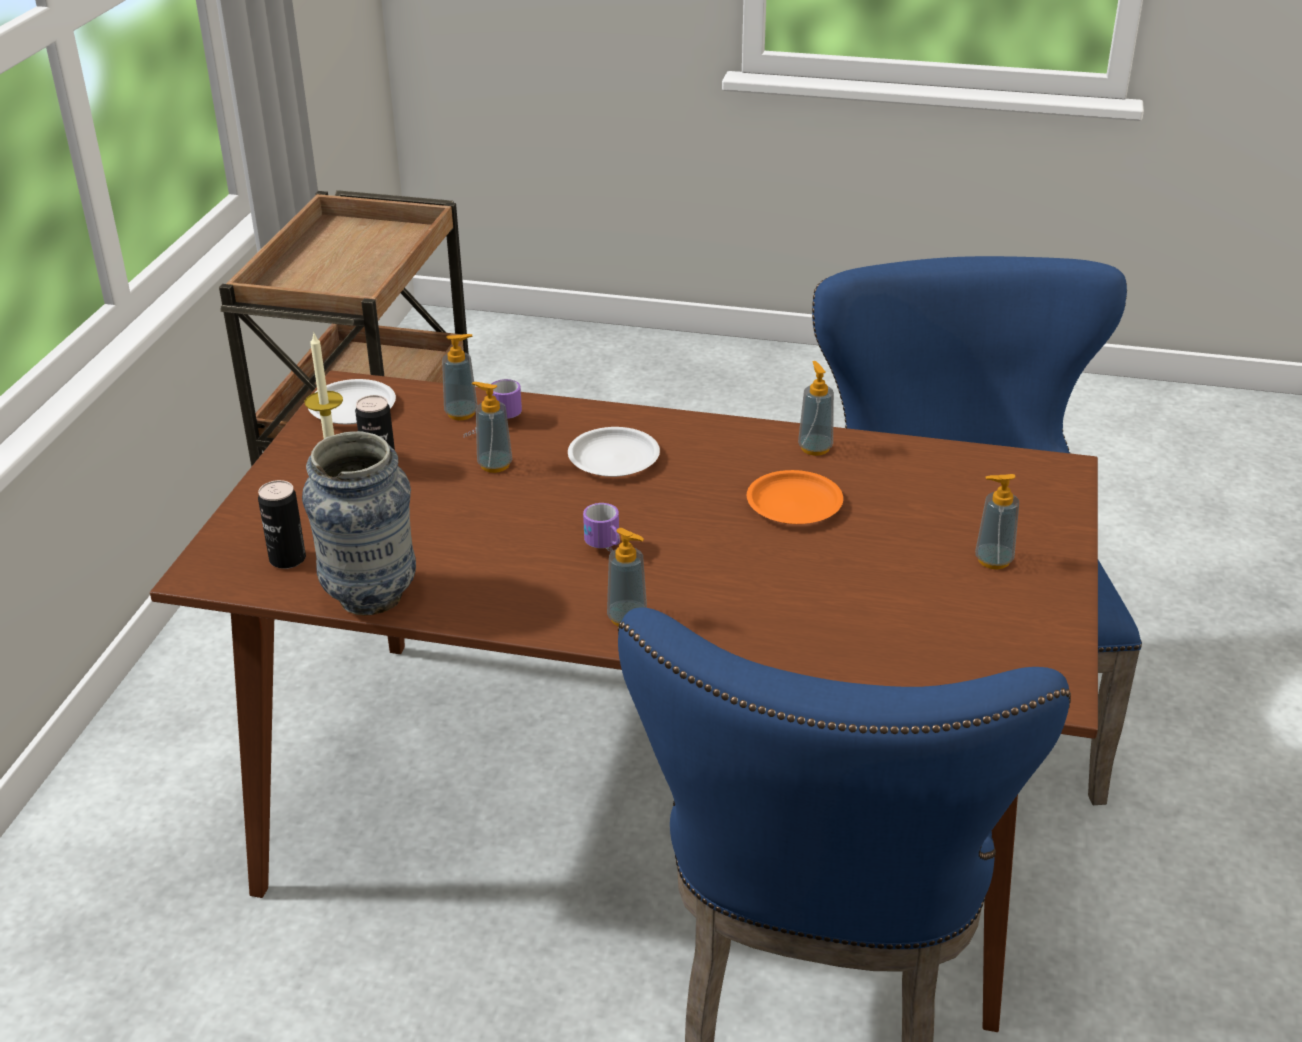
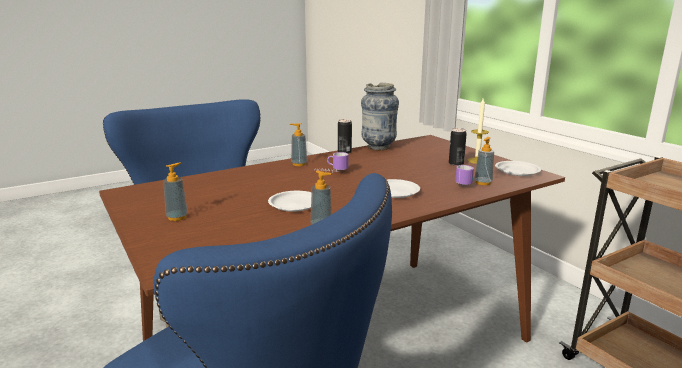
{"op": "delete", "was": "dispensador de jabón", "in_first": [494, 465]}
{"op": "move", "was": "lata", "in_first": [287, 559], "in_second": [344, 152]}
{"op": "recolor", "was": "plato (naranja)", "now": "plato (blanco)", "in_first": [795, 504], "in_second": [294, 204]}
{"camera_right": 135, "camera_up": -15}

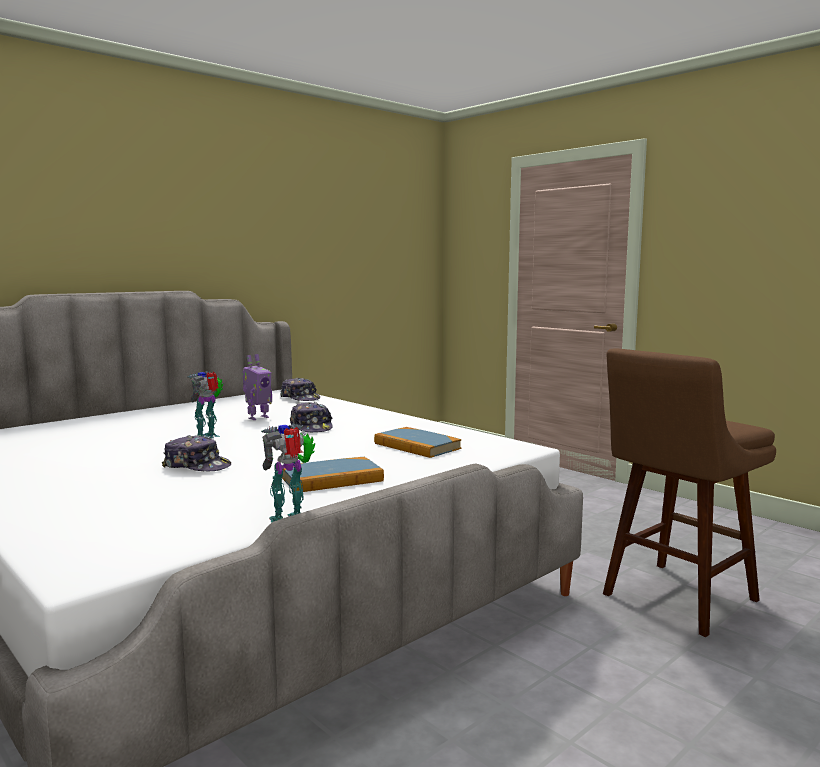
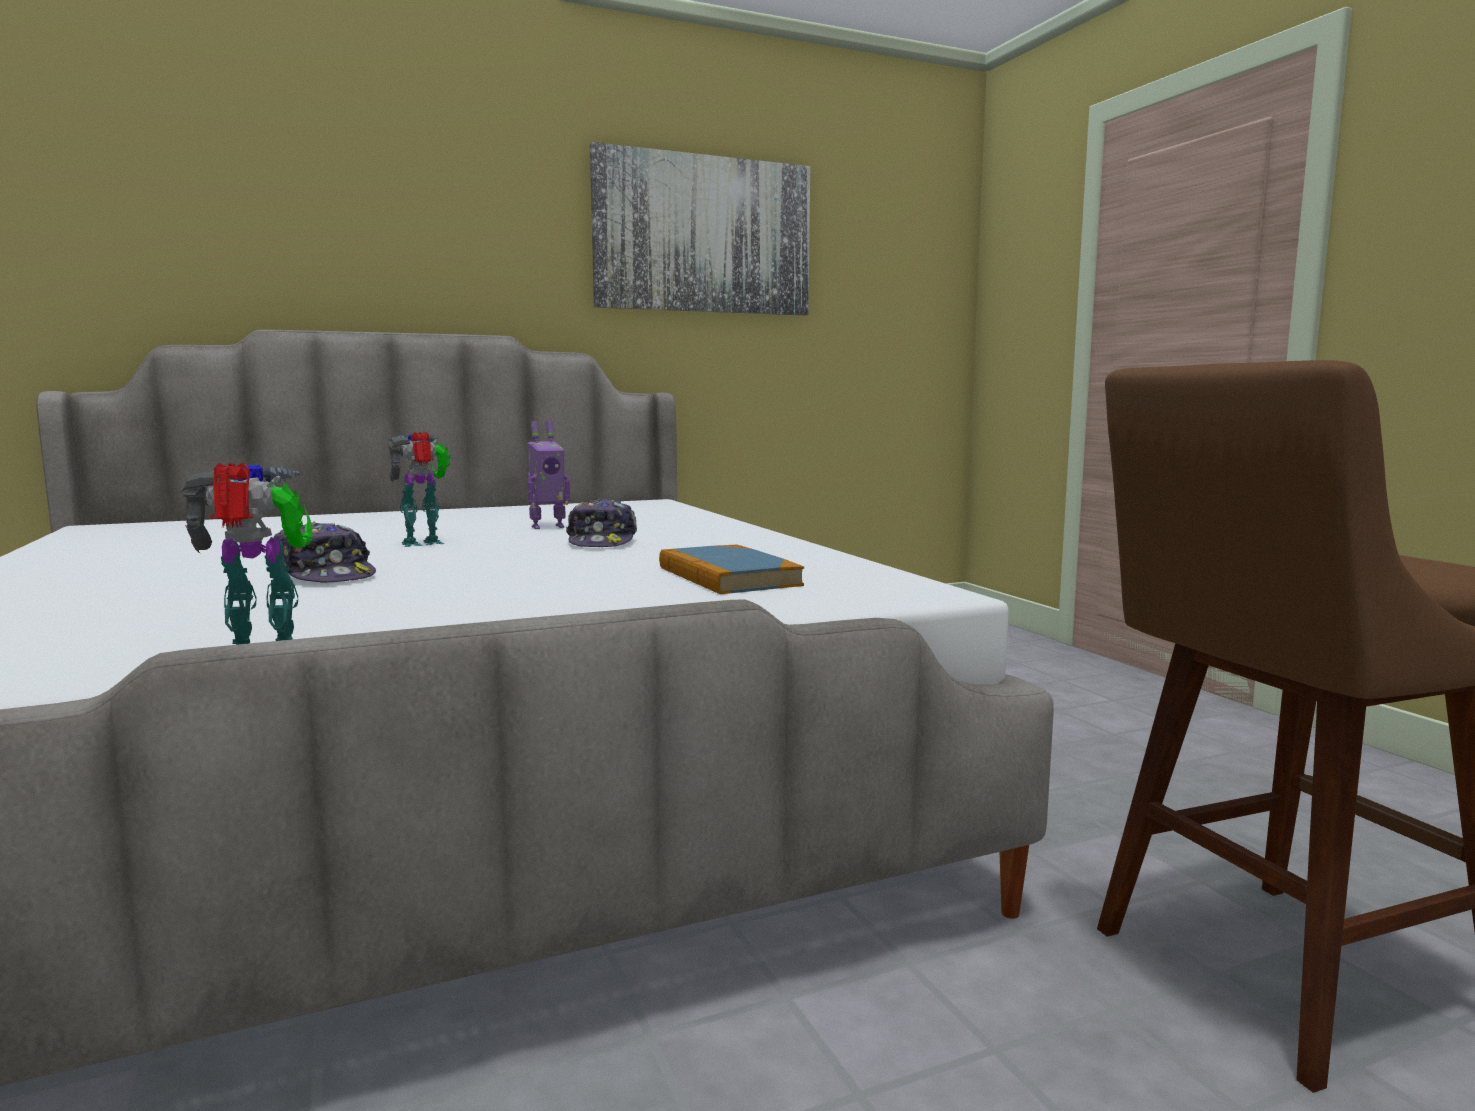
{"op": "delete", "was": "gorra", "in_first": [300, 398]}
{"op": "delete", "was": "libro", "in_first": [332, 479]}
{"op": "insert", "now": "cuadro", "in_second": [703, 235]}
{"camera_right": 20, "camera_up": 0}

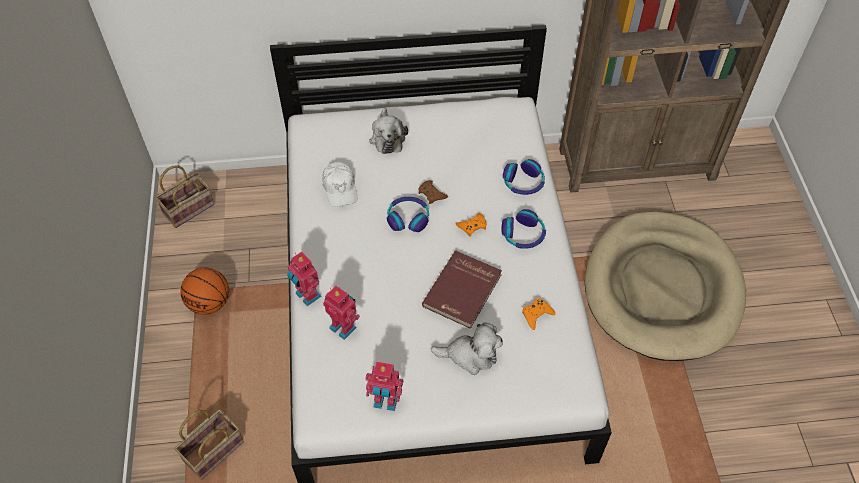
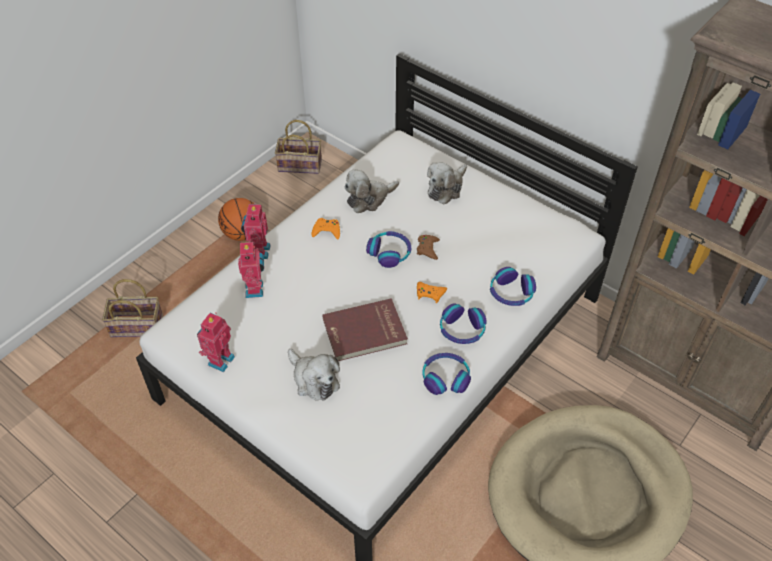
{"op": "insert", "now": "auriculares", "in_second": [445, 378]}
{"op": "move", "was": "mando de consola (naranja)", "in_first": [536, 314], "in_second": [327, 231]}
{"op": "replace", "was": "gorra (blanco)", "now": "peluche", "in_first": [340, 188], "in_second": [369, 199]}
{"op": "rotate", "was": "robot de juguete", "in_first": [385, 402], "in_second": [219, 360], "clockwise": 60}
{"camera_right": 45, "camera_up": -5}

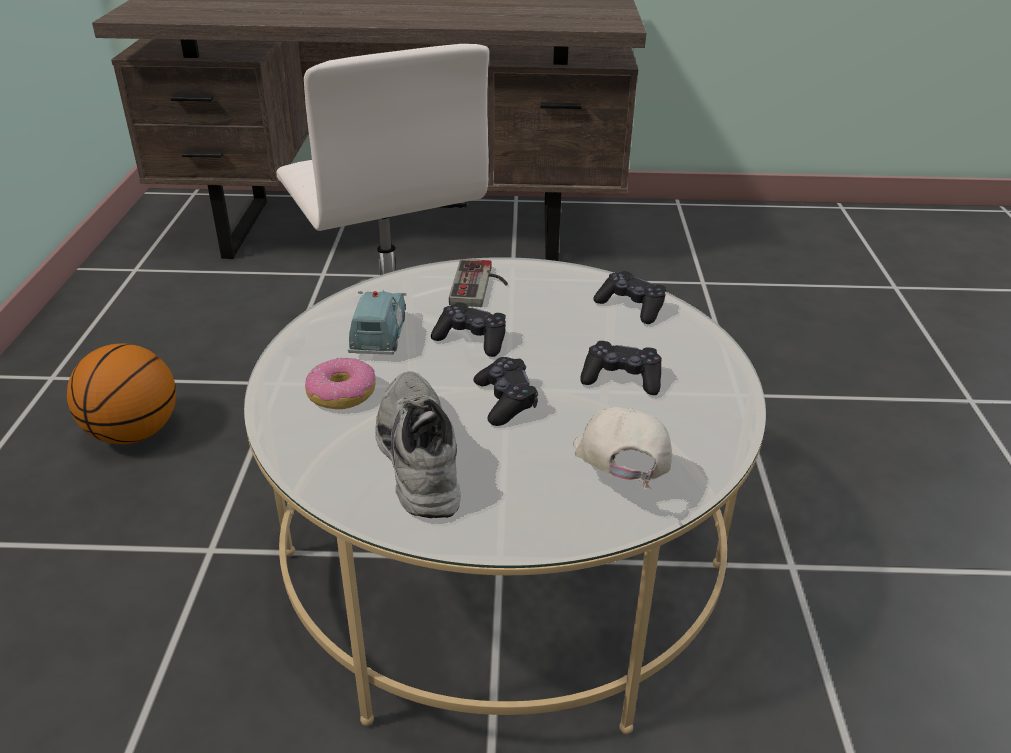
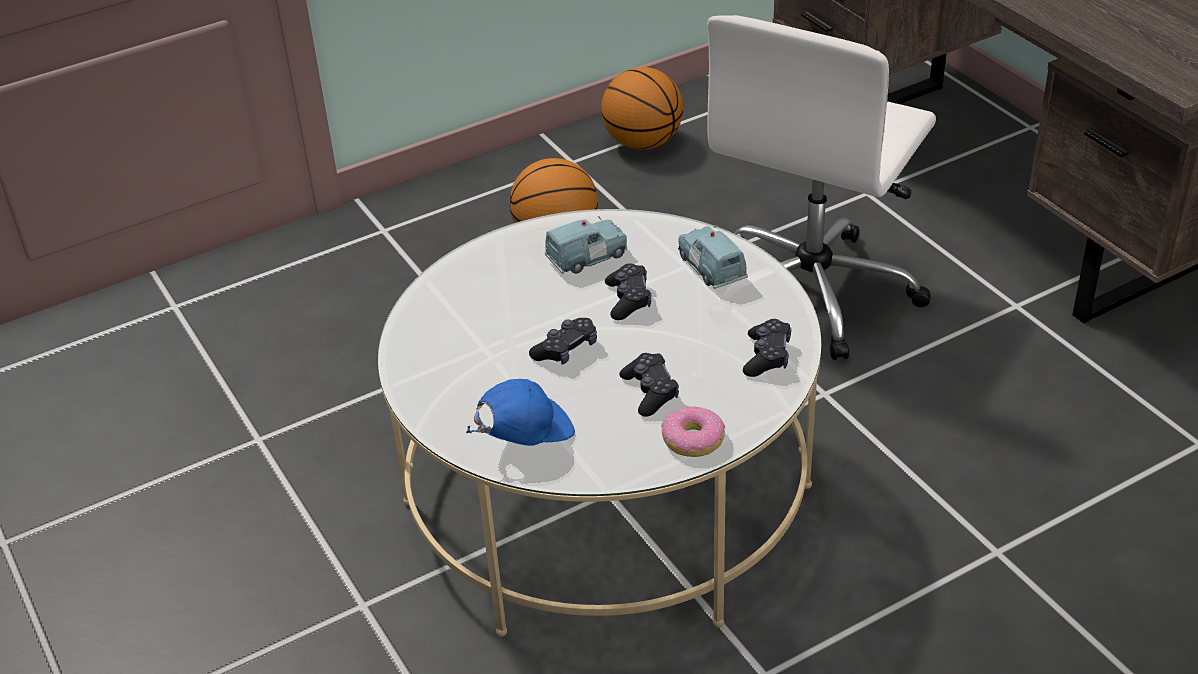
{"op": "delete", "was": "zapato (gris)", "in_first": [415, 456]}
{"op": "insert", "now": "balón de baloncesto", "in_second": [643, 142]}
{"op": "move", "was": "rosquilla", "in_first": [342, 393], "in_second": [693, 440]}
{"op": "replace", "was": "mando de consola", "now": "coche de juguete (azul)", "in_first": [480, 286], "in_second": [711, 268]}
{"op": "recolor", "was": "gorra (blanco)", "now": "gorra (azul)", "in_first": [618, 479], "in_second": [524, 436]}
{"camera_right": 60, "camera_up": 5}

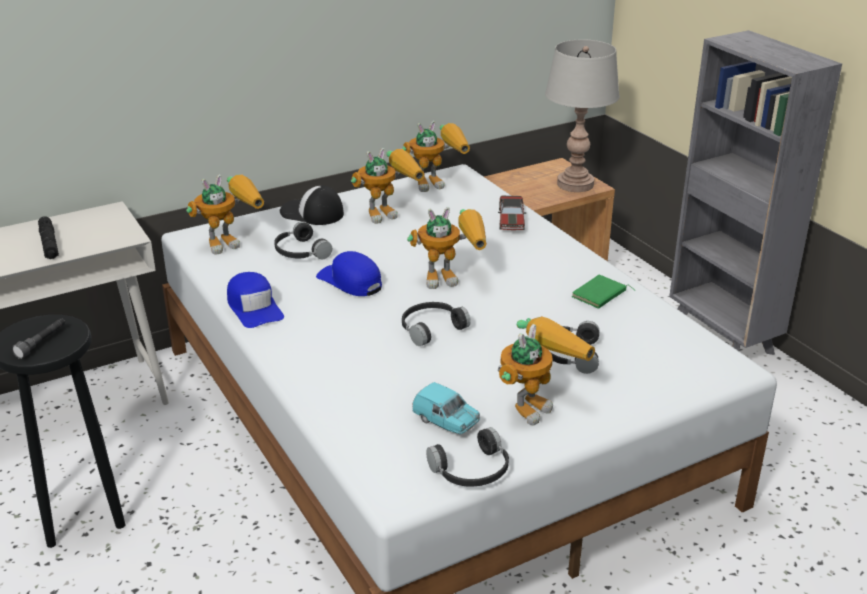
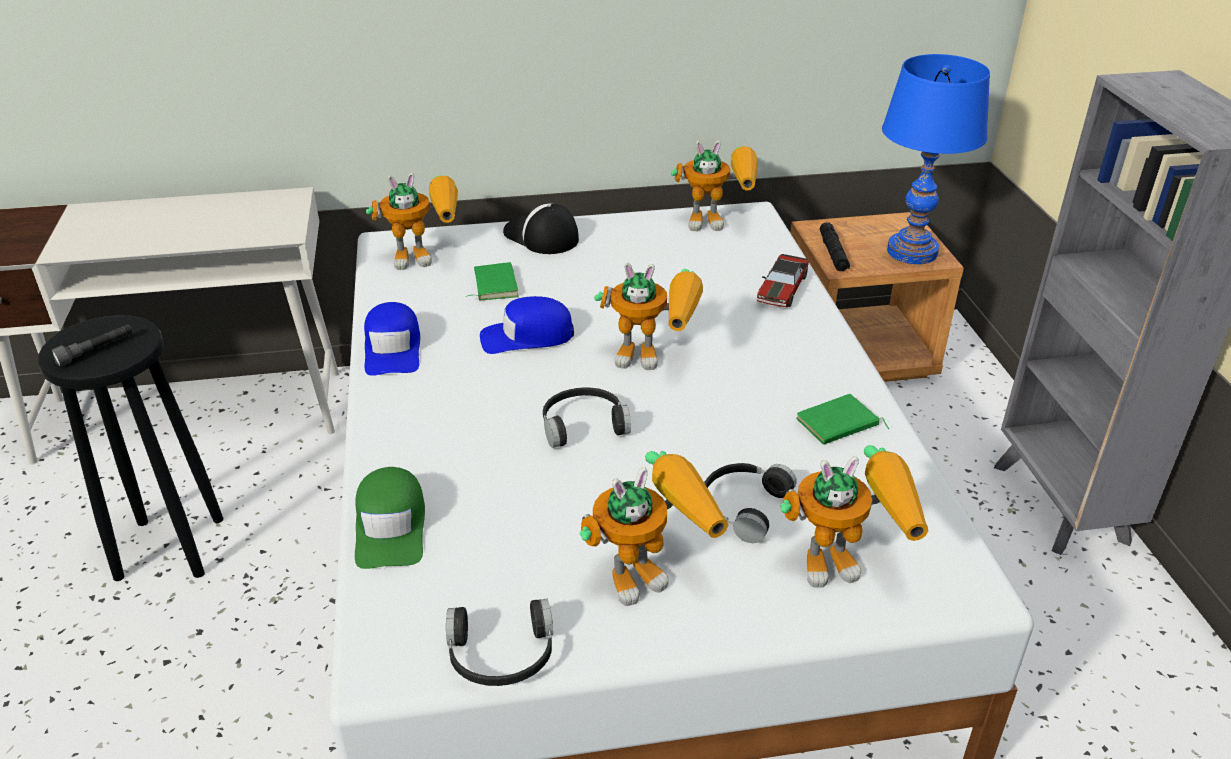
{"op": "delete", "was": "coche de juguete (turquesa)", "in_first": [446, 422]}
{"op": "insert", "now": "gorra (verde)", "in_second": [391, 527]}
{"op": "move", "was": "linterna (negro)", "in_first": [49, 244], "in_second": [833, 253]}
{"op": "move", "was": "robot de juguete", "in_first": [389, 212], "in_second": [847, 560]}
{"op": "replace", "was": "auriculares (negro)", "now": "libro (verde)", "in_first": [299, 252], "in_second": [493, 285]}
{"op": "recolor", "was": "lámpara de mesa (gris)", "now": "lámpara de mesa (azul)", "in_first": [575, 184], "in_second": [911, 252]}
{"op": "rotate", "was": "gorra (azul)", "in_first": [350, 281], "in_second": [526, 336], "clockwise": -75}
{"camera_right": 20, "camera_up": 5}

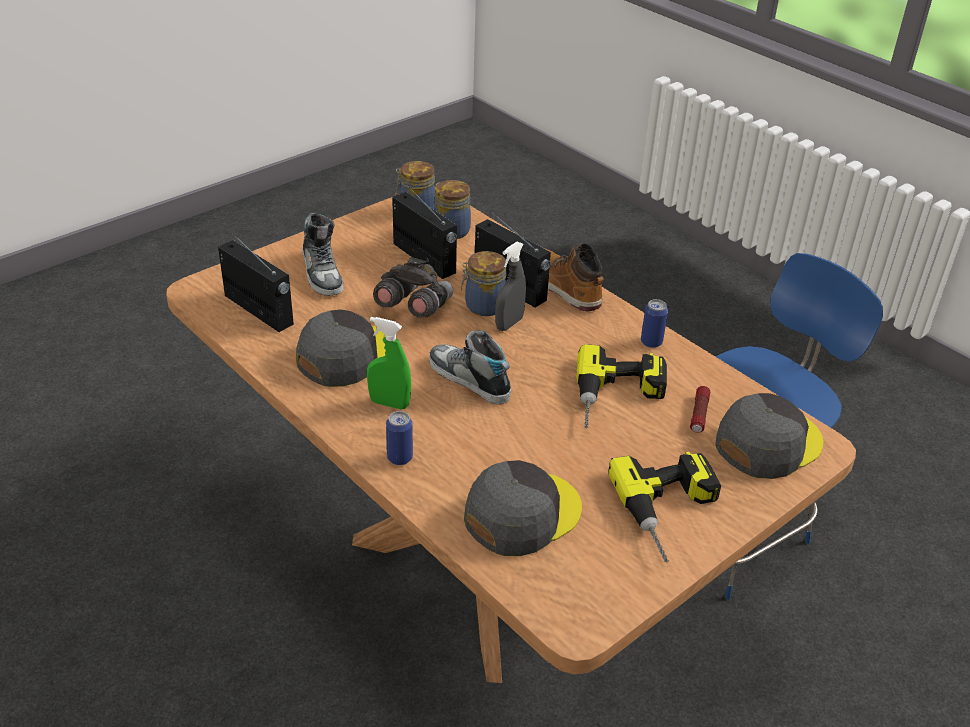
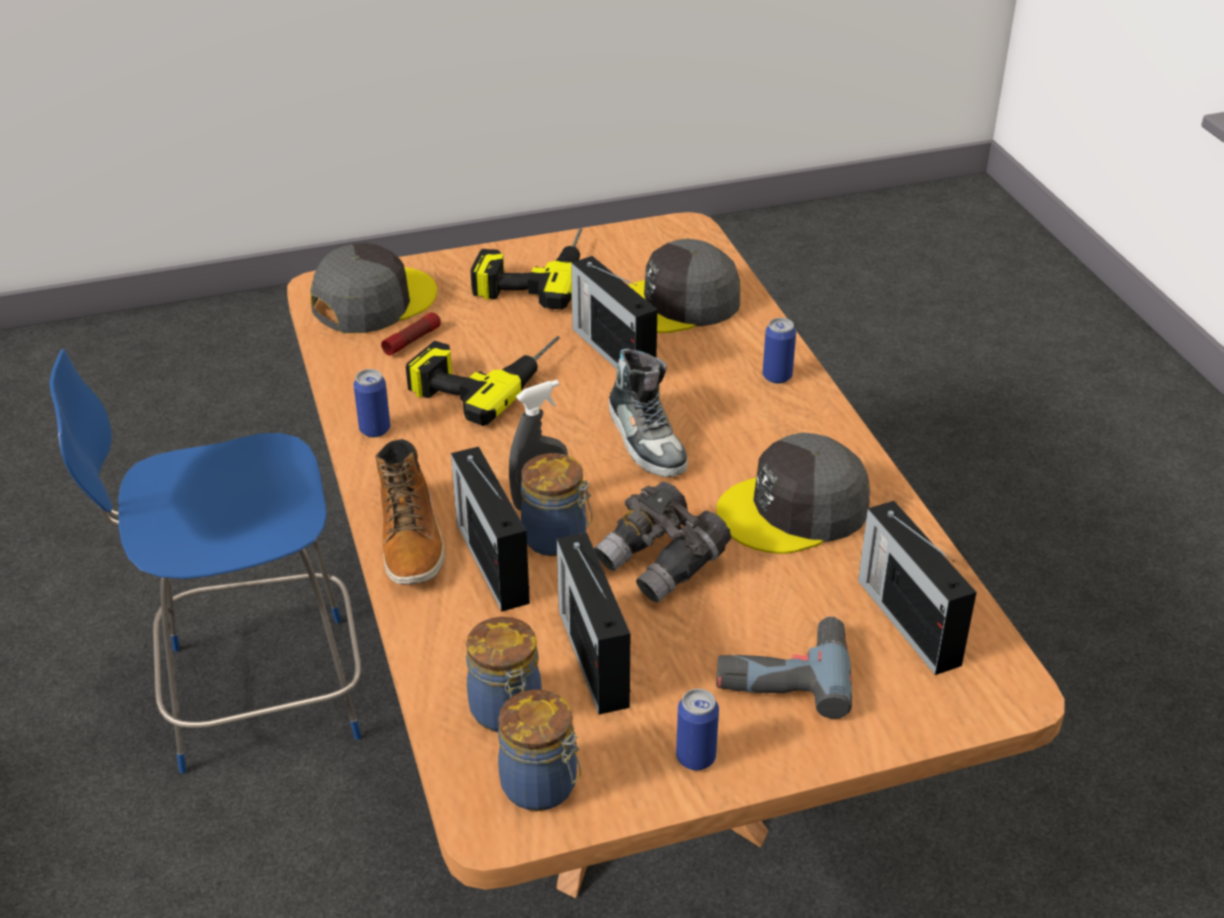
{"op": "delete", "was": "pulverizador (verde)", "in_first": [389, 403]}
{"op": "insert", "now": "radio", "in_second": [612, 351]}
{"op": "insert", "now": "lata", "in_second": [695, 758]}
{"op": "replace", "was": "zapato", "now": "taladro", "in_first": [322, 273], "in_second": [783, 671]}
{"op": "rotate", "was": "gorra (gris)", "in_first": [767, 443], "in_second": [373, 301], "clockwise": 150}
{"camera_right": -155, "camera_up": 0}

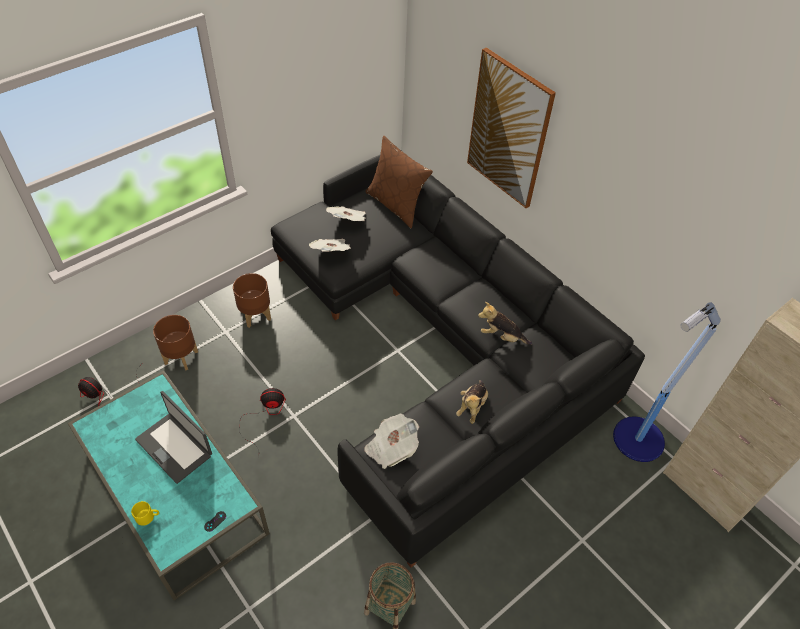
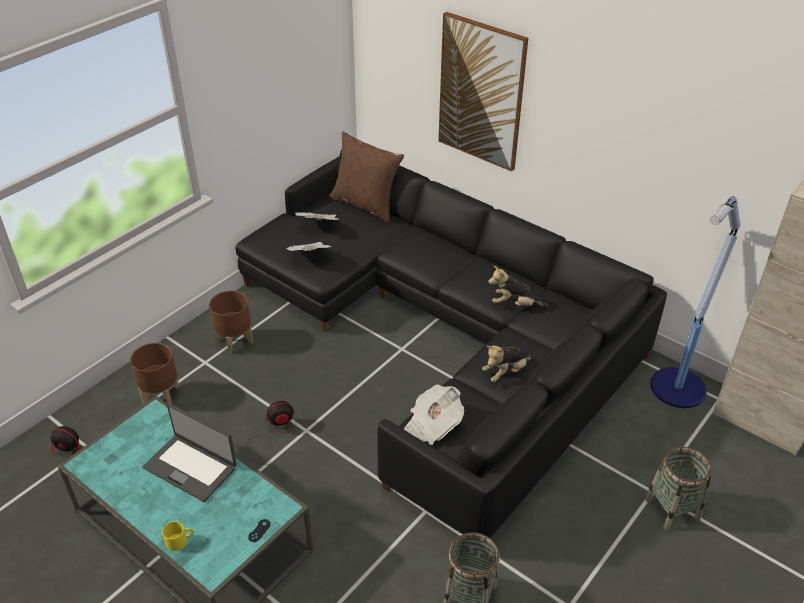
{"op": "insert", "now": "cesta", "in_second": [672, 509]}
{"op": "rotate", "was": "peluche", "in_first": [472, 406], "in_second": [505, 372], "clockwise": 45}
{"camera_right": -10, "camera_up": -10}

